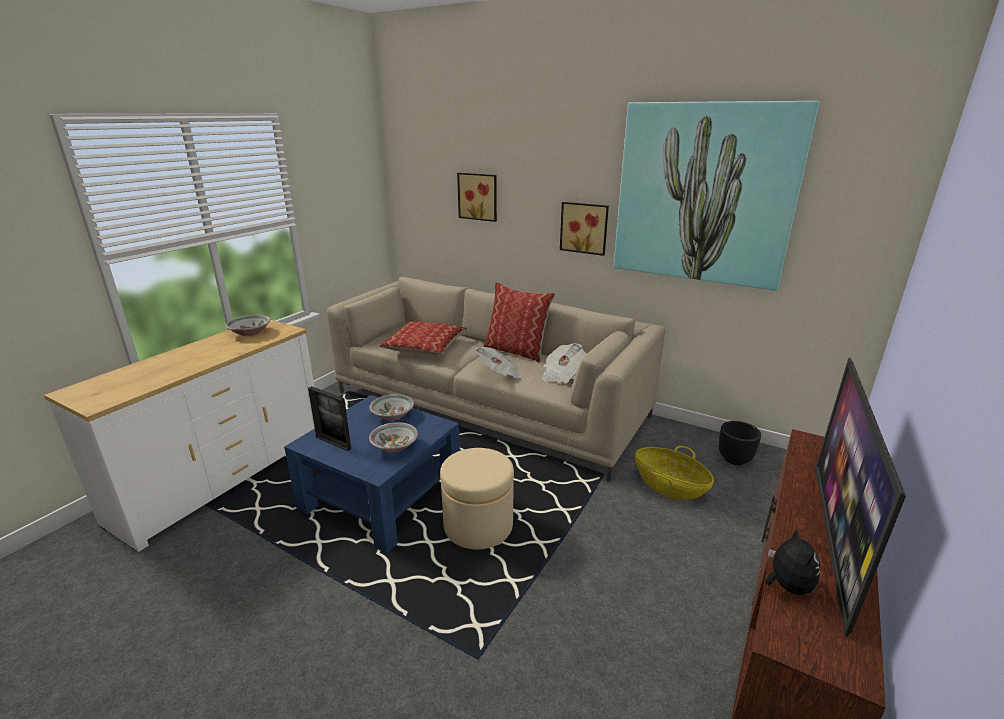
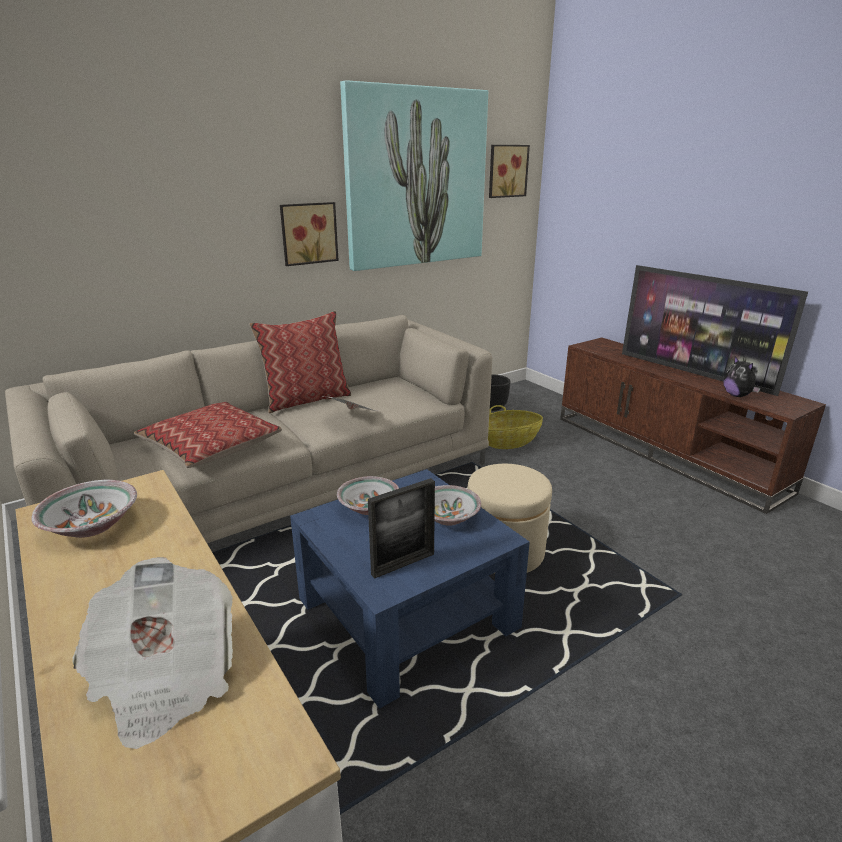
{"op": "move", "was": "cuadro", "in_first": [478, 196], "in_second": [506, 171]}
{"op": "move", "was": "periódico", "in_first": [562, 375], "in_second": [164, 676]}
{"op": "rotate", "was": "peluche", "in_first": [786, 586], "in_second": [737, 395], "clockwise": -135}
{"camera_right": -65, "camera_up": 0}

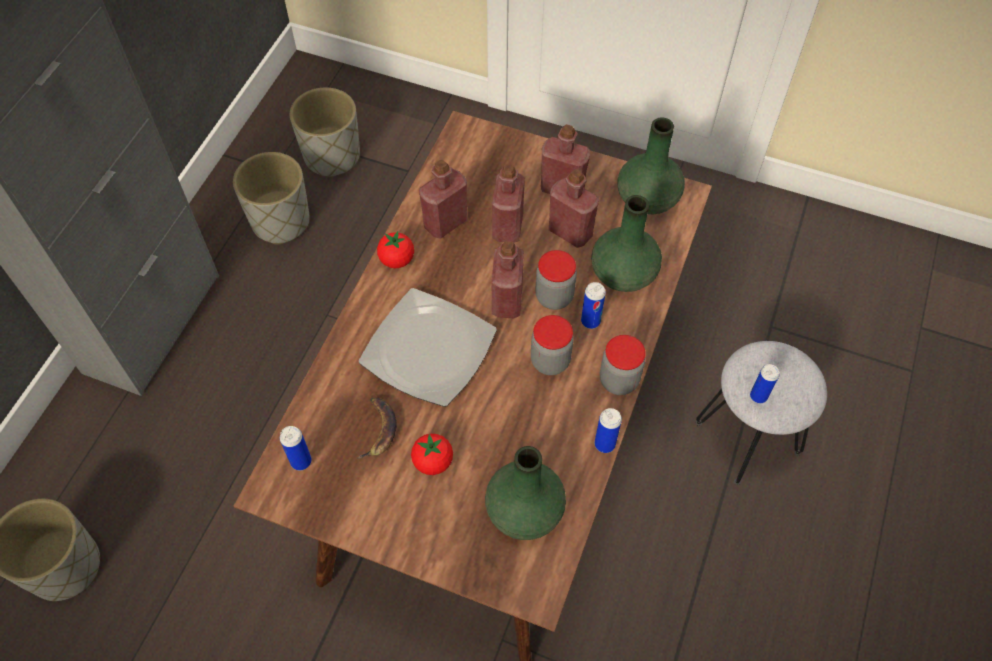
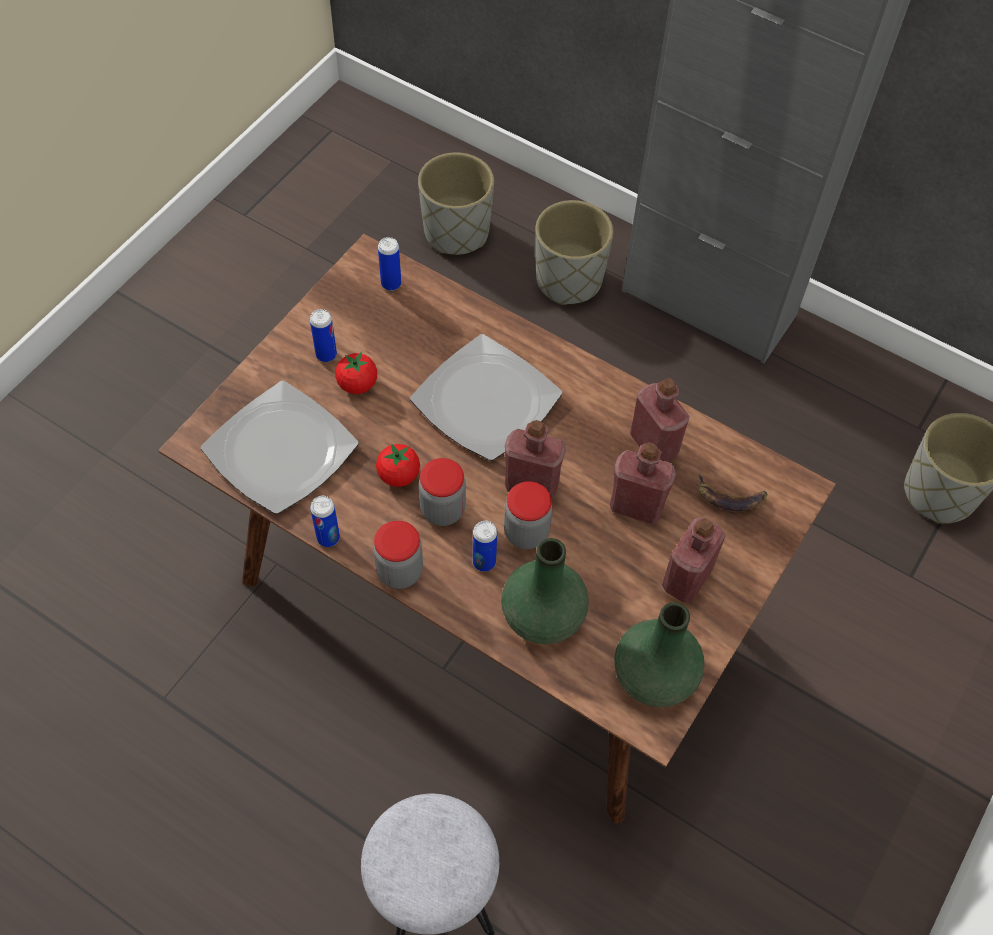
{"op": "delete", "was": "botella (rojo)", "in_first": [570, 232]}
{"op": "move", "was": "maceta (gris)", "in_first": [281, 221], "in_second": [568, 281]}
{"op": "move", "was": "plátano", "in_first": [378, 429], "in_second": [730, 497]}
{"op": "move", "was": "tomate", "in_first": [397, 260], "in_second": [398, 475]}
{"op": "move", "was": "lata", "in_first": [758, 396], "in_second": [326, 354]}
{"op": "replace", "was": "florero (verde)", "now": "plato", "in_first": [523, 510], "in_second": [281, 449]}
{"camera_right": 100, "camera_up": 0}

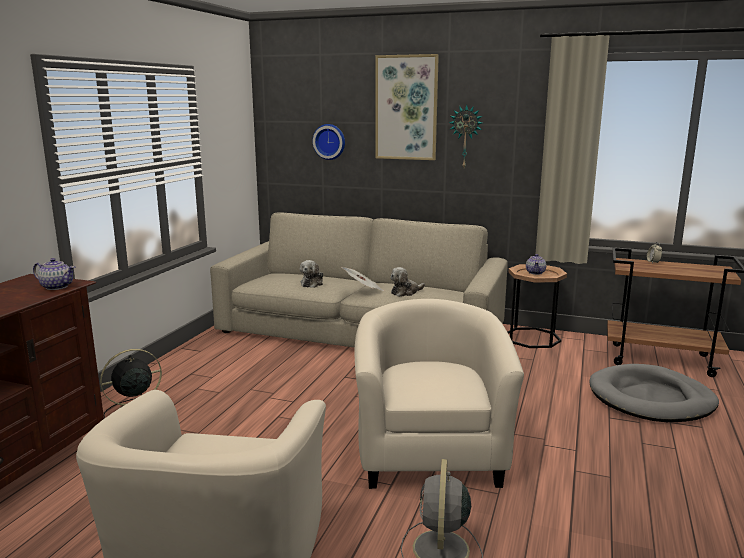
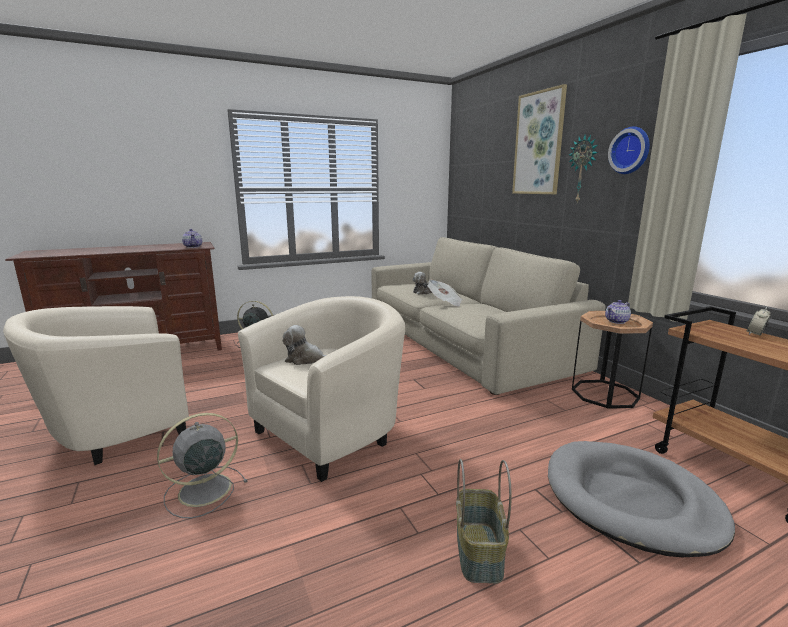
{"op": "insert", "now": "cesta", "in_second": [480, 552]}
{"op": "move", "was": "reloj de pared", "in_first": [329, 141], "in_second": [631, 150]}
{"op": "move", "was": "peluche", "in_first": [405, 292], "in_second": [305, 359]}
{"camera_right": 45, "camera_up": 0}

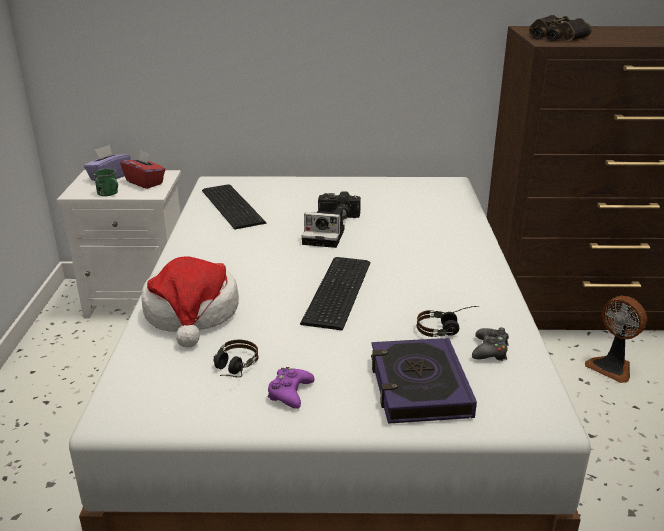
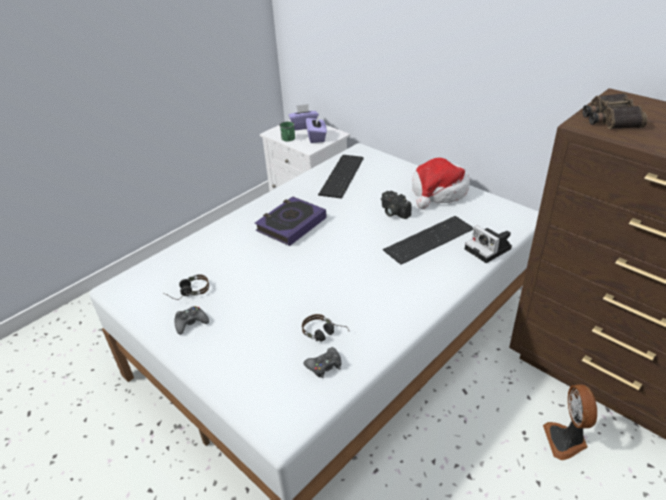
{"op": "move", "was": "sombrero", "in_first": [192, 313], "in_second": [438, 192]}
{"op": "move", "was": "teclado", "in_first": [335, 292], "in_second": [426, 239]}
{"op": "move", "was": "cámara", "in_first": [325, 236], "in_second": [489, 249]}
{"op": "move", "was": "libro", "in_first": [418, 387], "in_second": [291, 224]}
{"op": "recolor", "was": "caja de pañuelos (rojo)", "now": "caja de pañuelos (morado)", "in_first": [145, 182], "in_second": [317, 137]}
{"op": "recolor", "was": "mando de consola (morado)", "now": "mando de consola (negro)", "in_first": [290, 393], "in_second": [191, 323]}
{"camera_right": 45, "camera_up": 10}

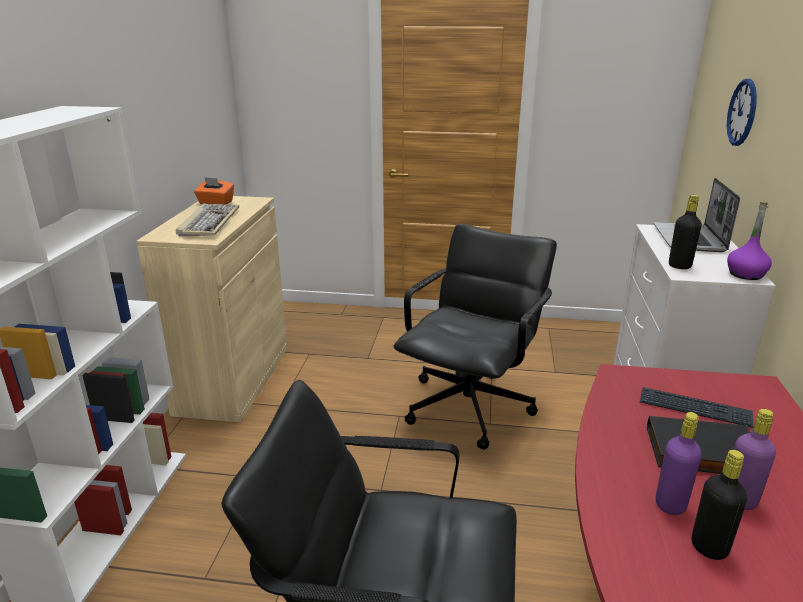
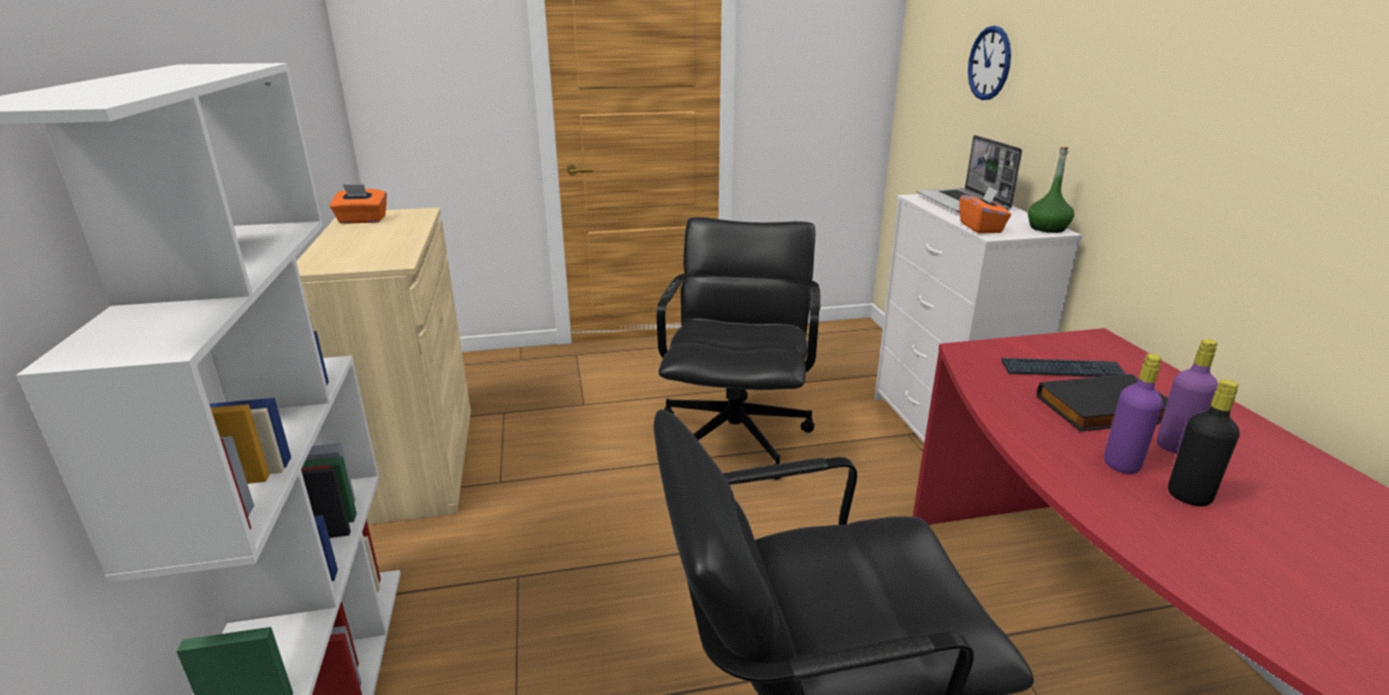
{"op": "delete", "was": "teclado", "in_first": [209, 222]}
{"op": "replace", "was": "botella (negro)", "now": "caja de pañuelos (naranja)", "in_first": [679, 266], "in_second": [981, 228]}
{"op": "recolor", "was": "botella (morado)", "now": "botella (verde)", "in_first": [745, 274], "in_second": [1047, 228]}
{"camera_right": -20, "camera_up": 0}

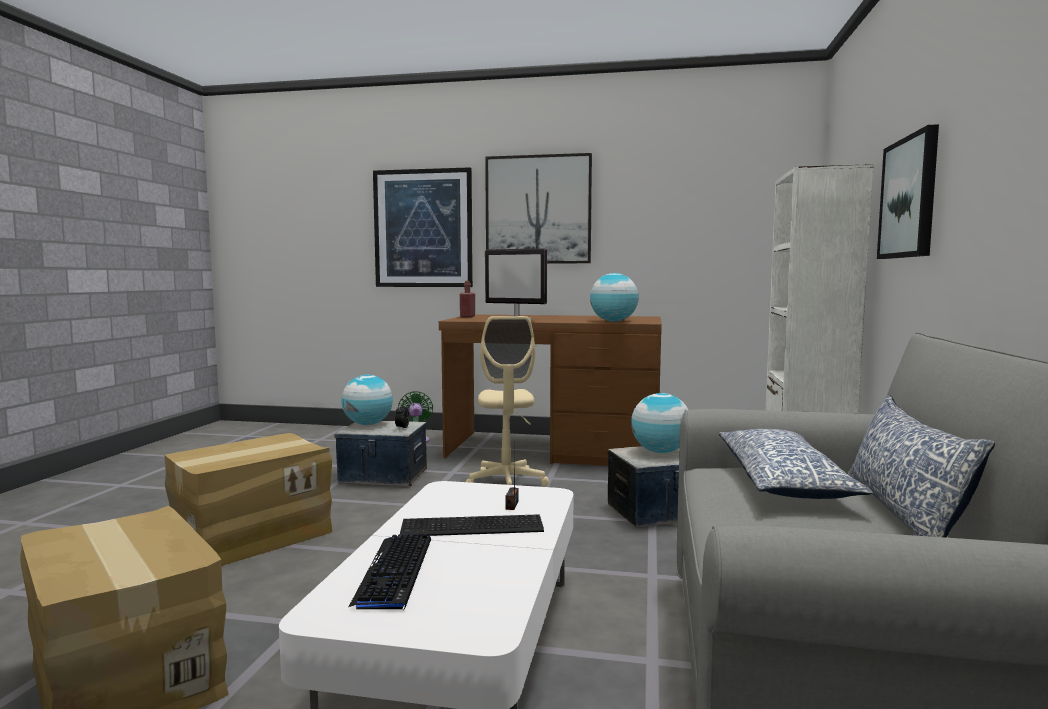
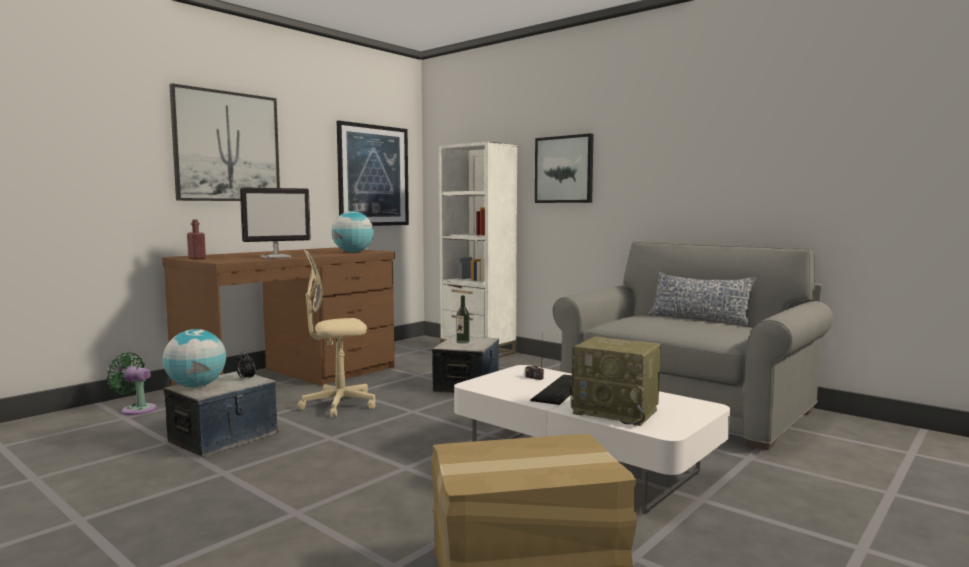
{"op": "delete", "was": "caja de cartón", "in_first": [252, 536]}
{"op": "delete", "was": "cojín", "in_first": [782, 482]}
{"op": "move", "was": "cuadro", "in_first": [423, 228], "in_second": [373, 175]}
{"op": "replace", "was": "teclado", "now": "radio", "in_first": [394, 572], "in_second": [617, 412]}
{"op": "replace", "was": "globo terráqueo", "now": "botella", "in_first": [660, 452], "in_second": [463, 342]}
{"op": "rotate", "was": "silla de oficina (beis)", "in_first": [506, 483], "in_second": [338, 405], "clockwise": 135}
{"camera_right": -60, "camera_up": 0}

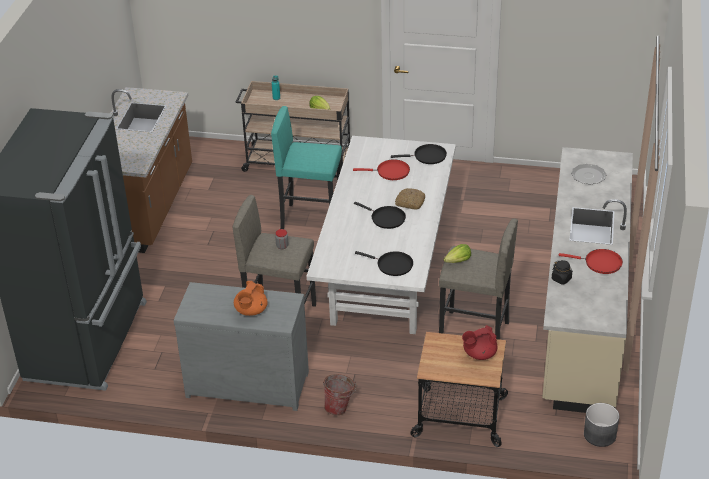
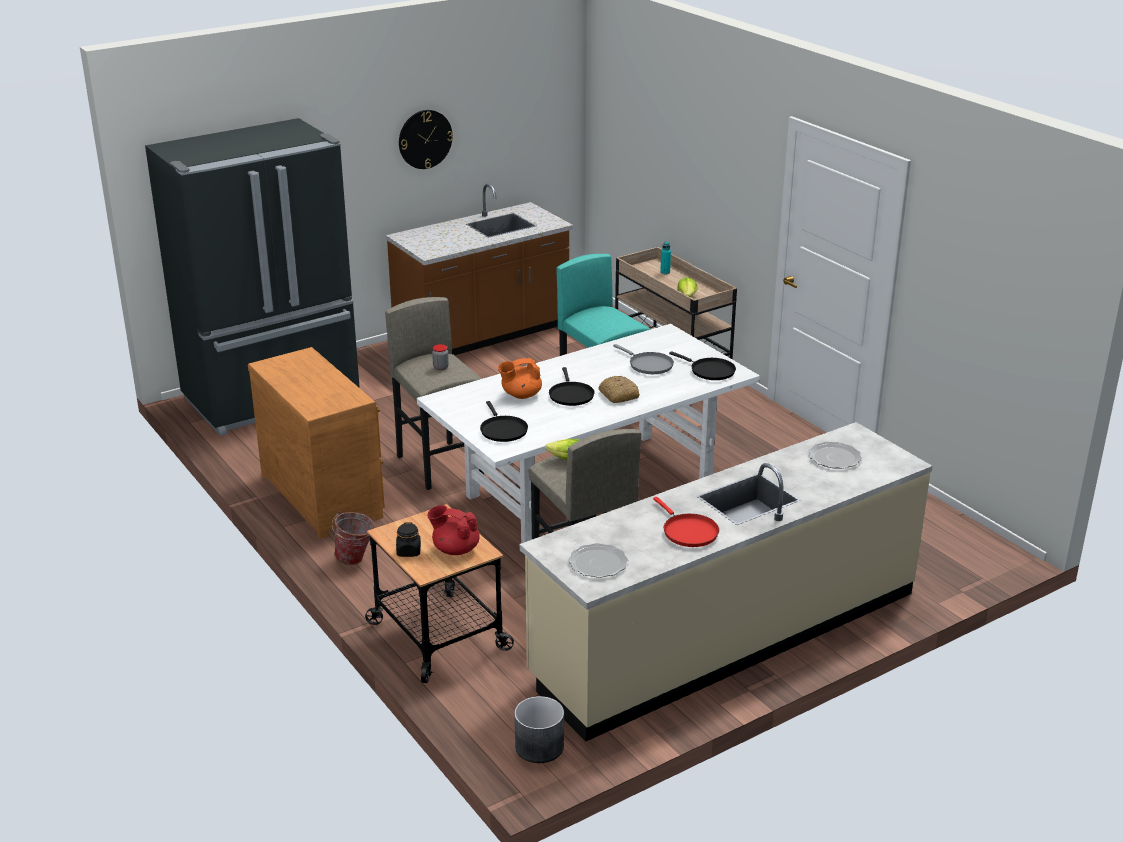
{"op": "insert", "now": "reloj de pared", "in_second": [425, 139]}
{"op": "insert", "now": "plato", "in_second": [597, 563]}
{"op": "move", "was": "tetera (naranja)", "in_first": [251, 311], "in_second": [520, 395]}
{"op": "move", "was": "tarro (negro)", "in_first": [561, 279], "in_second": [408, 551]}
{"op": "recolor", "was": "cómoda (gris)", "now": "cómoda (marrón)", "in_first": [247, 382], "in_second": [324, 494]}
{"op": "recolor", "was": "sartén (rojo)", "now": "sartén (gris)", "in_first": [390, 172], "in_second": [648, 365]}
{"camera_right": 45, "camera_up": -10}

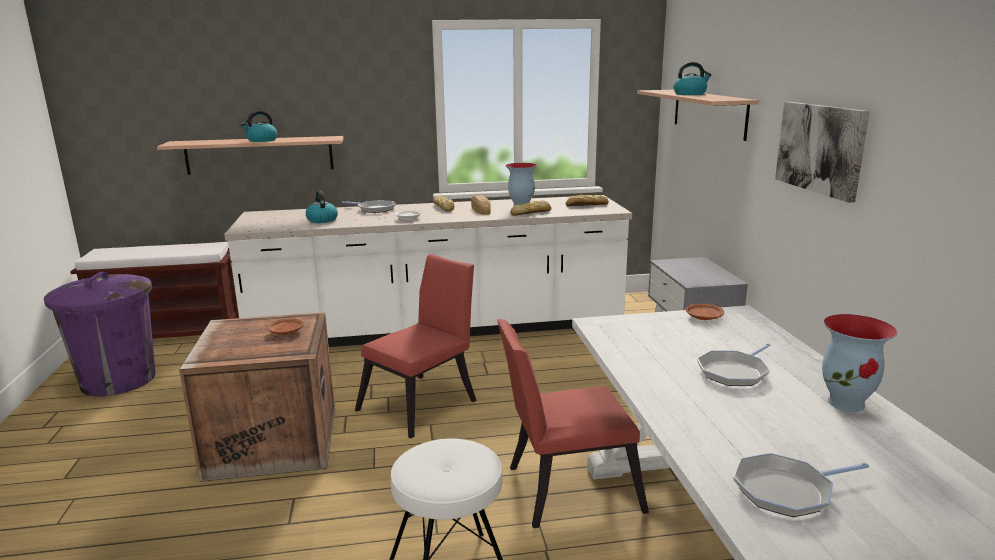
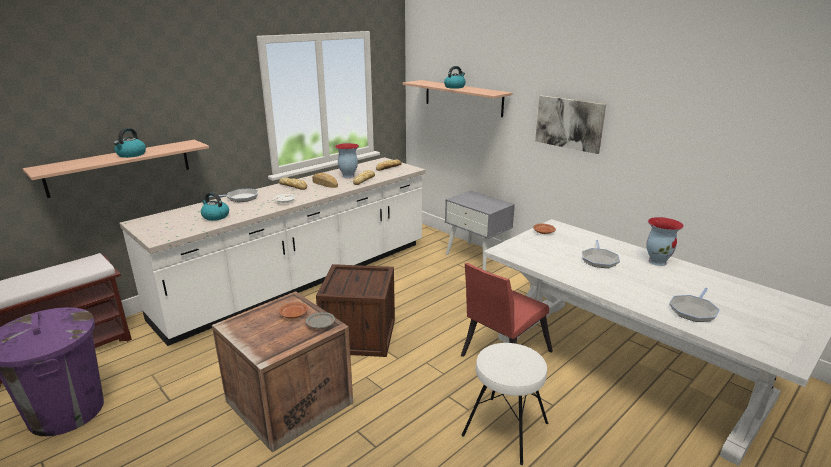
{"op": "insert", "now": "plato (gris)", "in_second": [321, 325]}
{"op": "replace", "was": "silla (rojo)", "now": "caja de embalaje", "in_first": [423, 403], "in_second": [360, 336]}
{"camera_right": -35, "camera_up": 5}

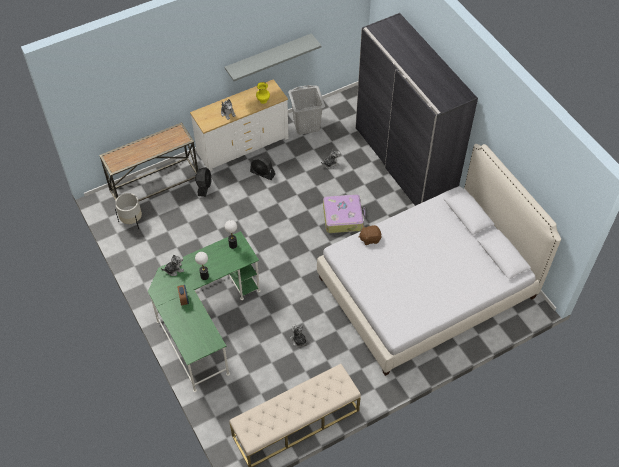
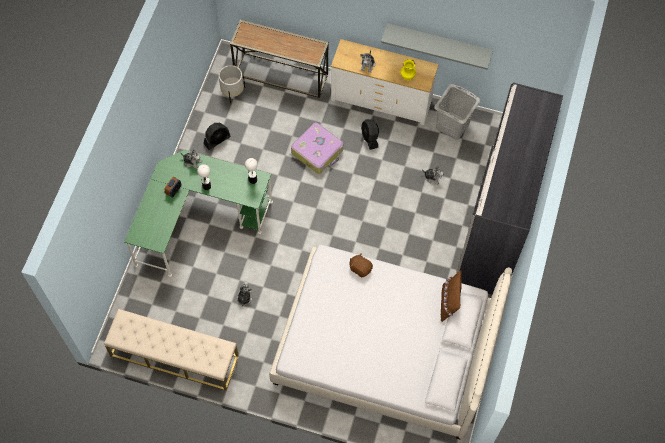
{"op": "insert", "now": "cojín (marrón)", "in_second": [449, 303]}
{"op": "move", "was": "ventilador (negro)", "in_first": [204, 187], "in_second": [217, 140]}
{"op": "move", "was": "maleta", "in_first": [343, 217], "in_second": [318, 151]}
{"camera_right": 45, "camera_up": 10}

